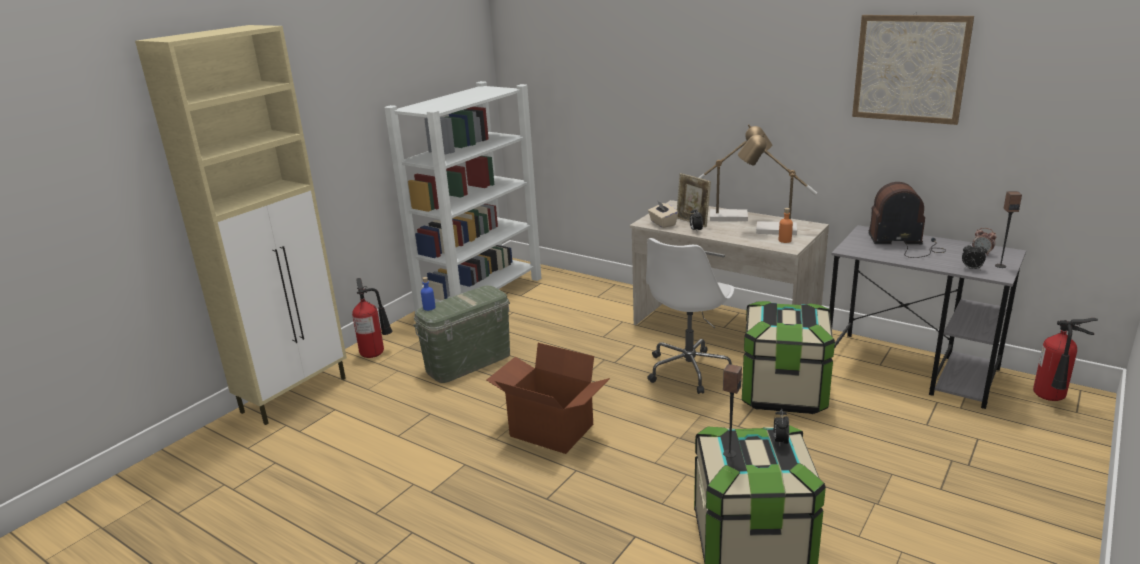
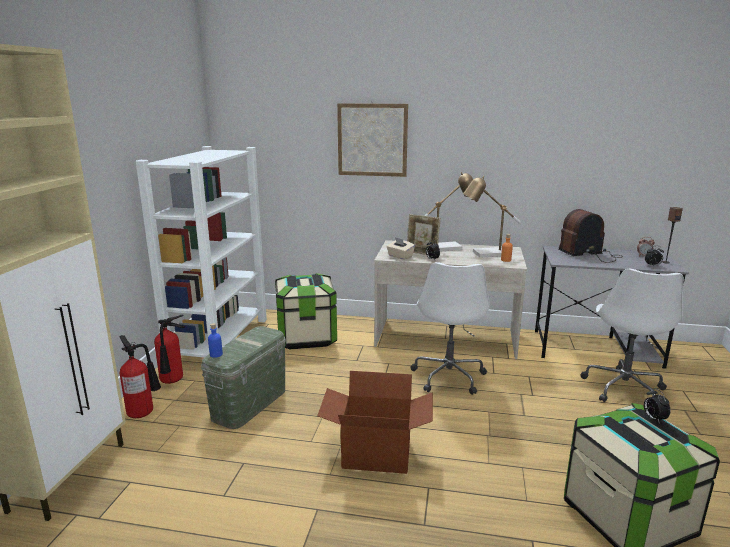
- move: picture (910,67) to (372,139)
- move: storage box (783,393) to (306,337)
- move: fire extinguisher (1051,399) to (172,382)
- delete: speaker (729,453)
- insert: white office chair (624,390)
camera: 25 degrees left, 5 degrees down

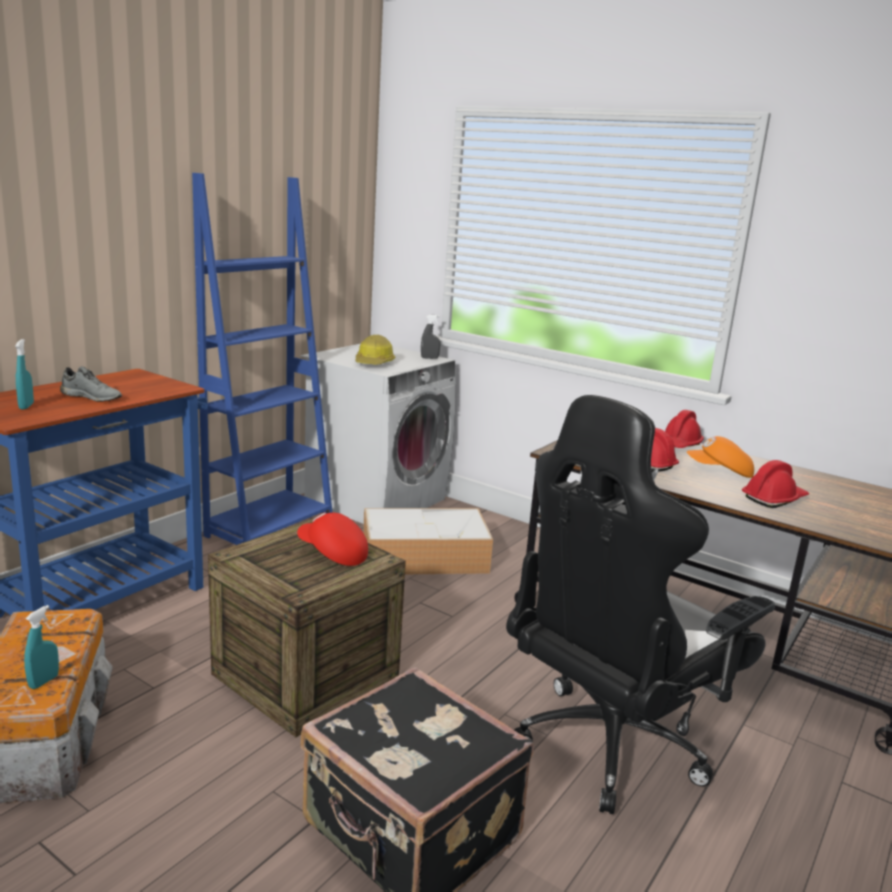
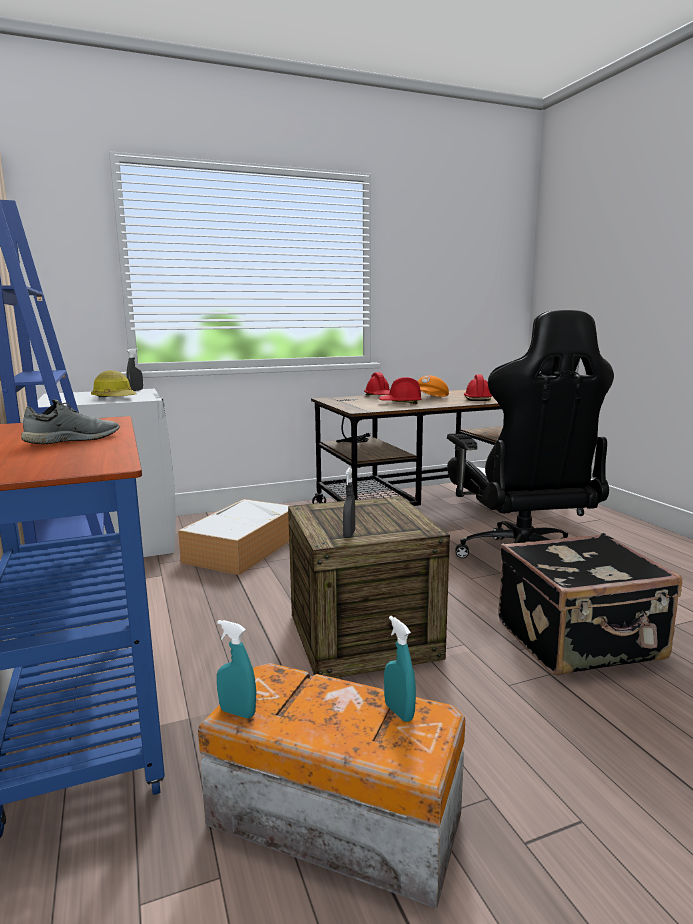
- move: turquoise spray bottle (26,406) to (237,712)
- delete: red cap (332,554)
- insert: grey spray bottle (349,534)
camera: 55 degrees left, 5 degrees down

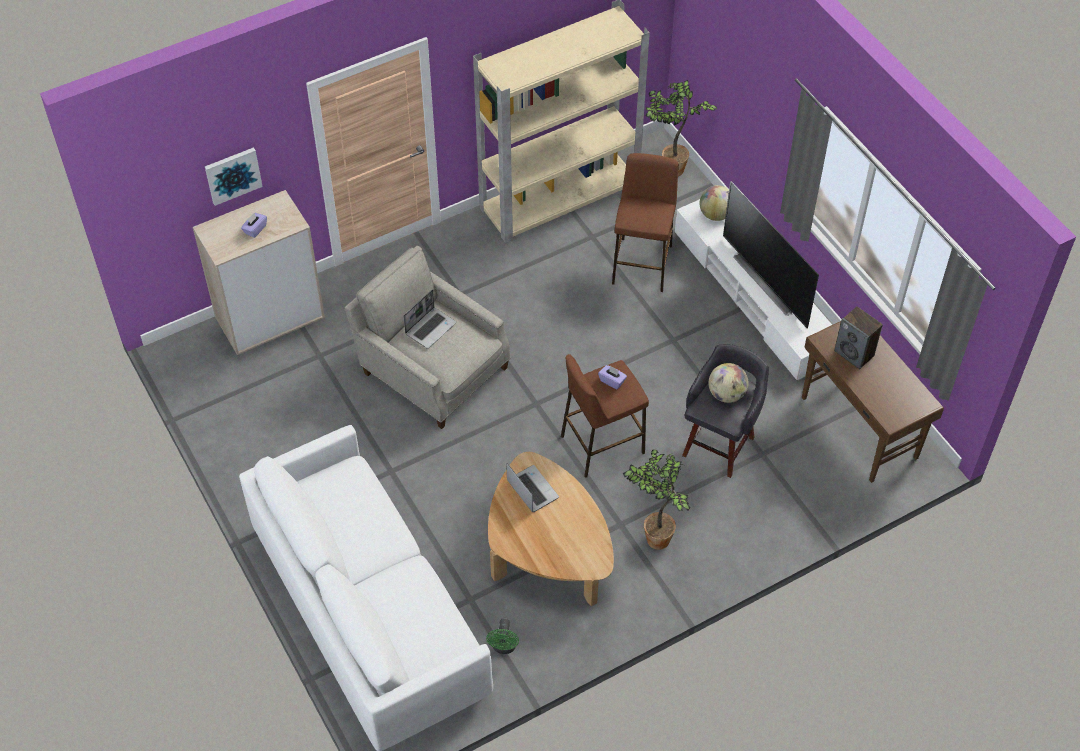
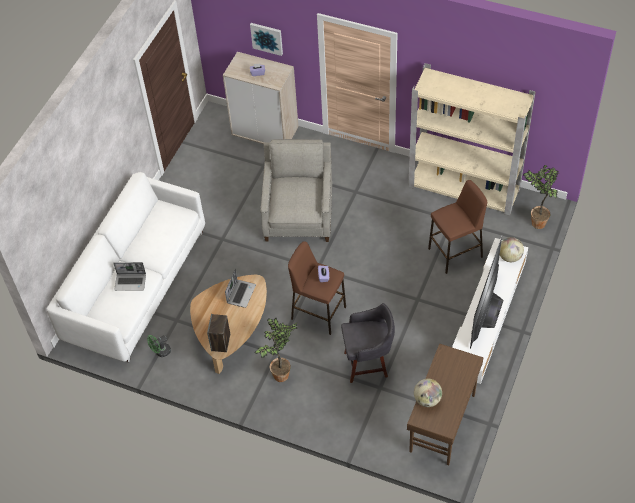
- move: laptop (430,328) to (131,282)
- move: speaker (854,353) to (221,342)
- move: globe (726,394) to (427,399)
camera: 55 degrees right, 0 degrees up

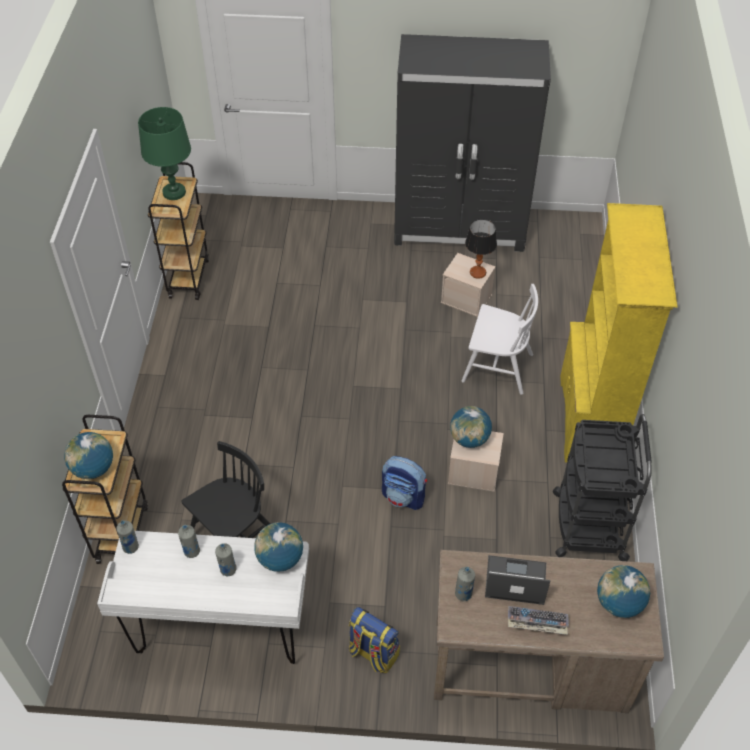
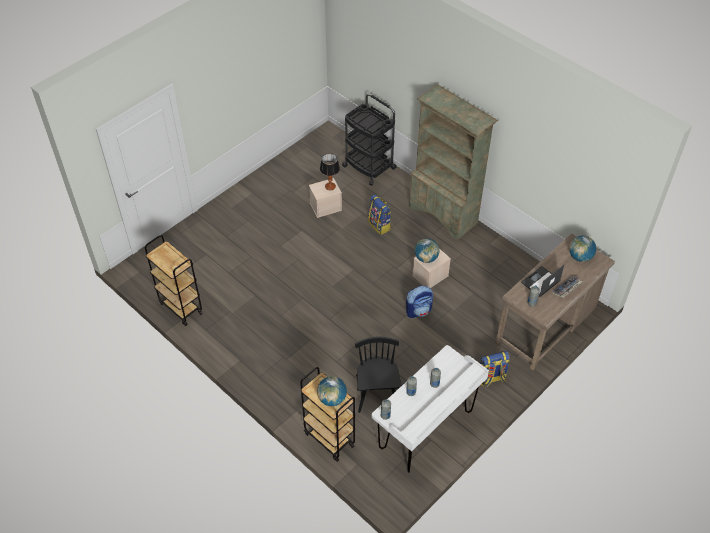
- delete: black cabinet (460,229)
- delete: green table lamp (174,192)
- recolor: yellow bookcase (590,419) to green bookcase (443,214)
- replace: white chair (497,367) to backpack (380,225)
- move: black cart (588,525) to (368,167)
- delete: globe (280,559)
camera: 50 degrees left, 0 degrees up

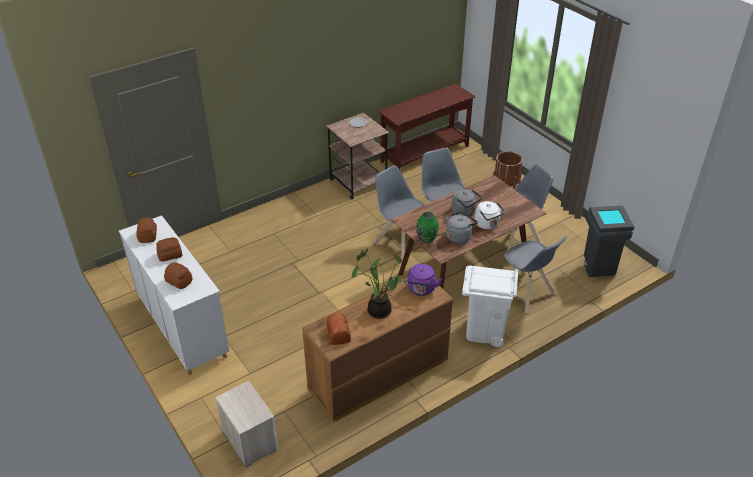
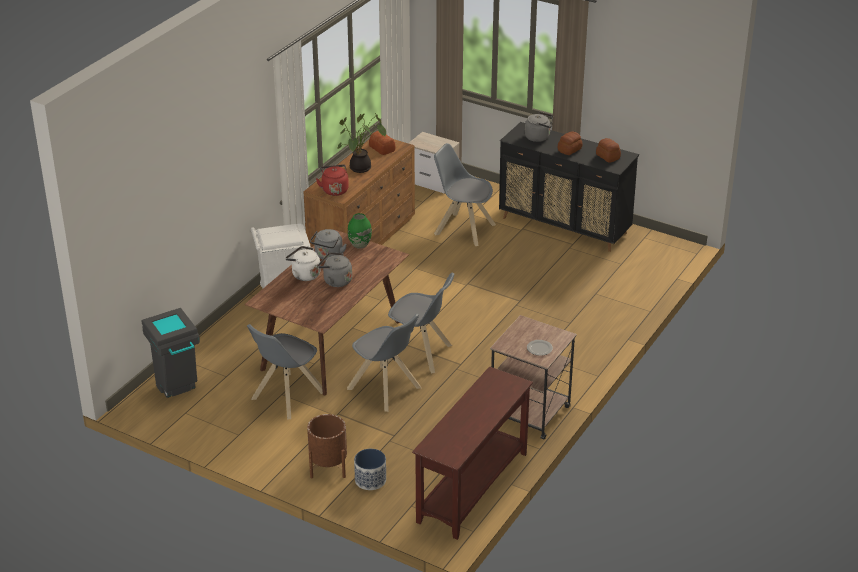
- recolor: white cabinet (182,328) to black cabinet (564,226)
- move: grey chair (526,292) to (463,229)
- replace: bread (179,281) to grey kettle (539,137)
- recolor: purple kettle (421,290) to red kettle (334,189)
- insert: planter (370,480)
camera: 155 degrees right, 5 degrees down

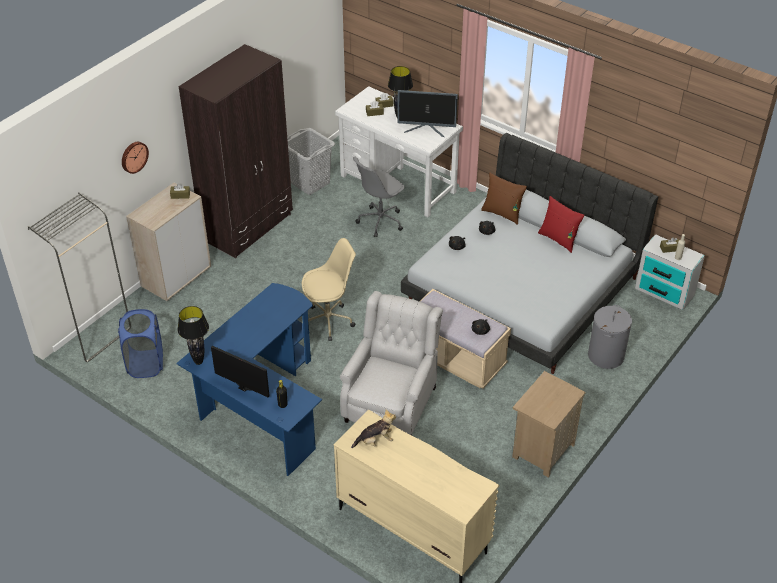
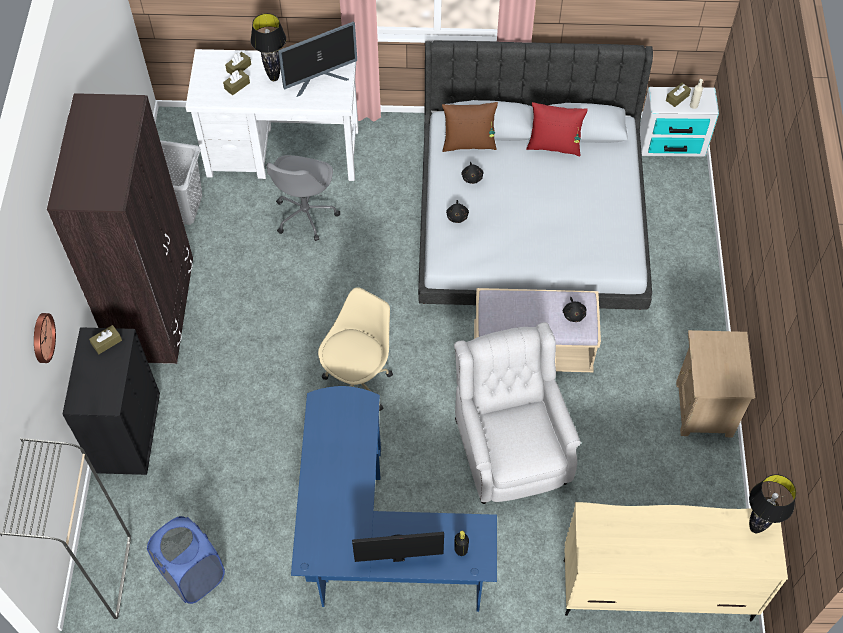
- recolor: beige cabinet (177,279) to black cabinet (129,434)
- delete: grey laundry basket (606,356)
- move: black table lamp (199,362) to (755,528)
- delete: plush toy (375,441)
camera: 35 degrees left, 15 degrees up

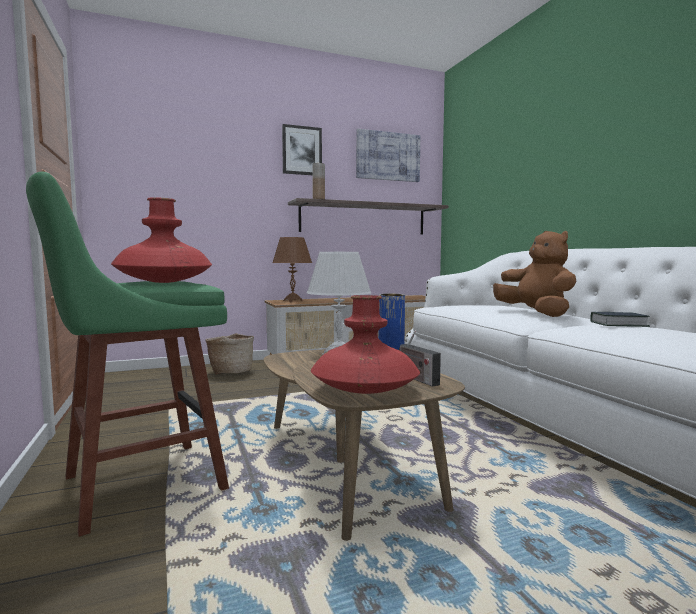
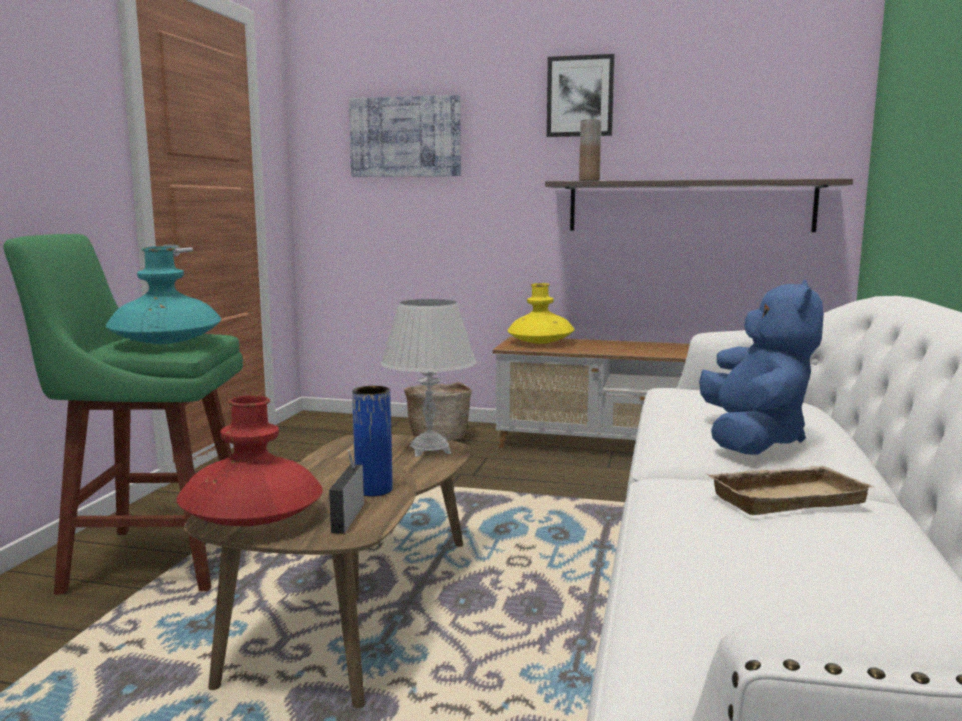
- move: picture (388,156) to (405,137)
- recolor: red vase (164,282) to turquoise vase (166,342)
- recolor: brown plush toy (536,314) to blue plush toy (752,440)
- replace: brown table lamp (292,301) to yellow vase (540,342)
- replace: book (618,324) to beige tray (786,497)
camera: 35 degrees right, 5 degrees up

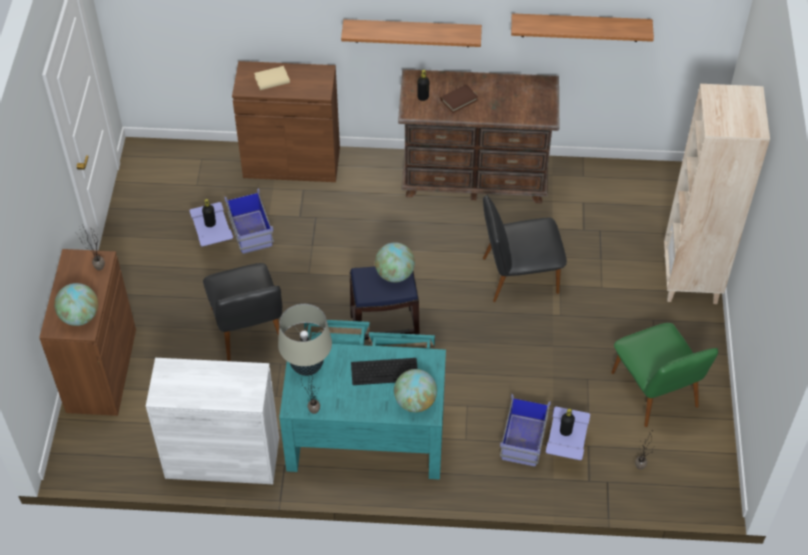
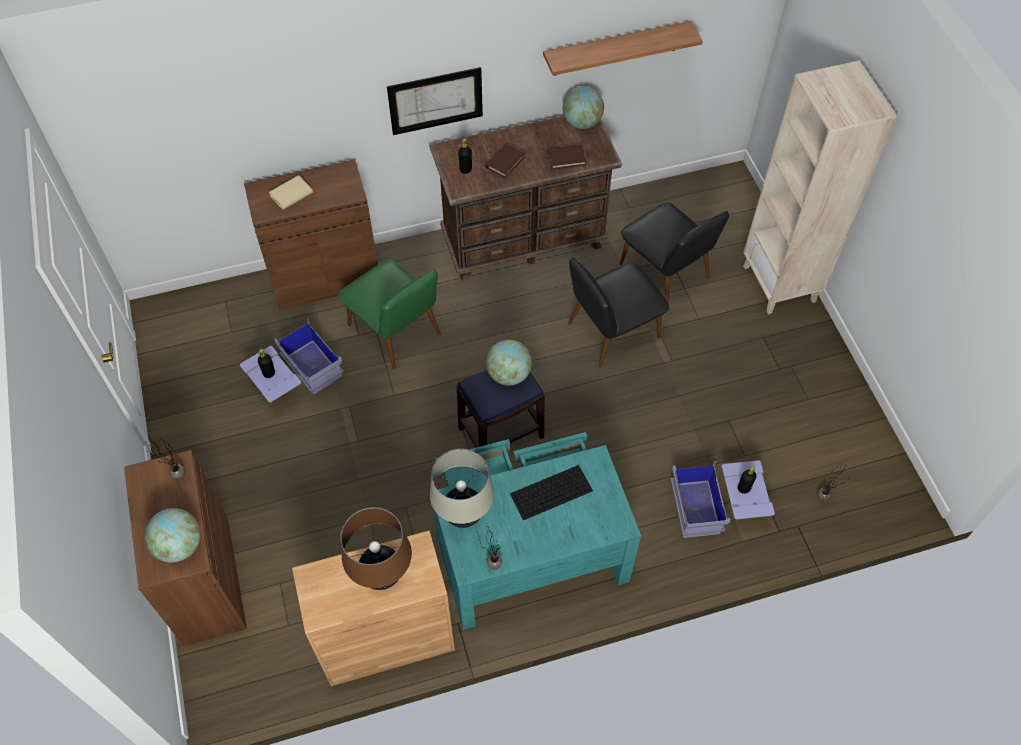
- replace: shelf (412,33) to picture (436,101)
- move: black chair (247,327) to (664,271)
- move: green chair (654,389) to (394,329)
- recolor: white cabinet (222,458) to brown cabinet (386,638)
- move: globe (415,402) to (582,122)
- insert: brown book (566,158)
- insert: brown table lamp (382,574)
camera: 20 degrees left, 5 degrees up

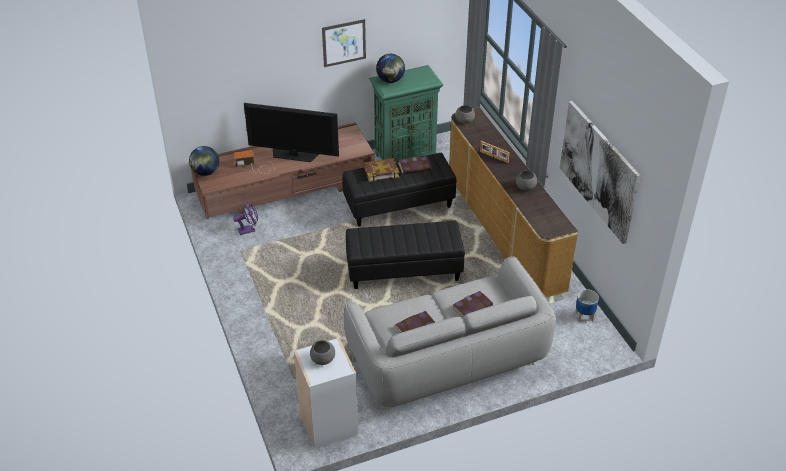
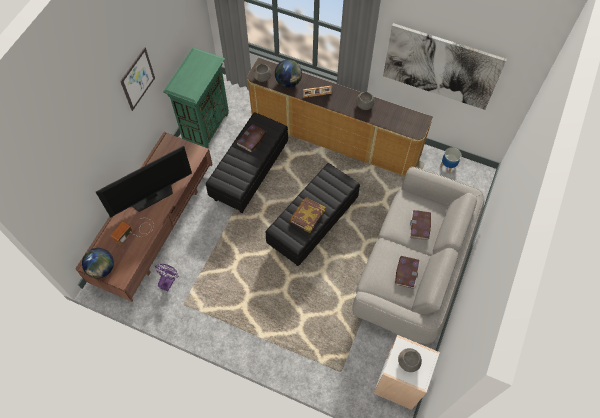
- move: globe (390,80) to (288,82)
- move: book (381,172) to (307,216)
camera: 45 degrees left, 20 degrees up

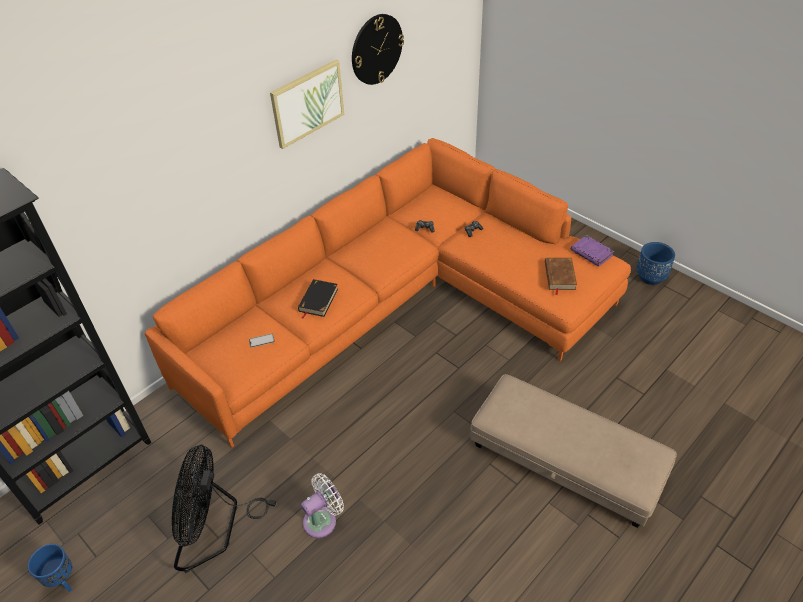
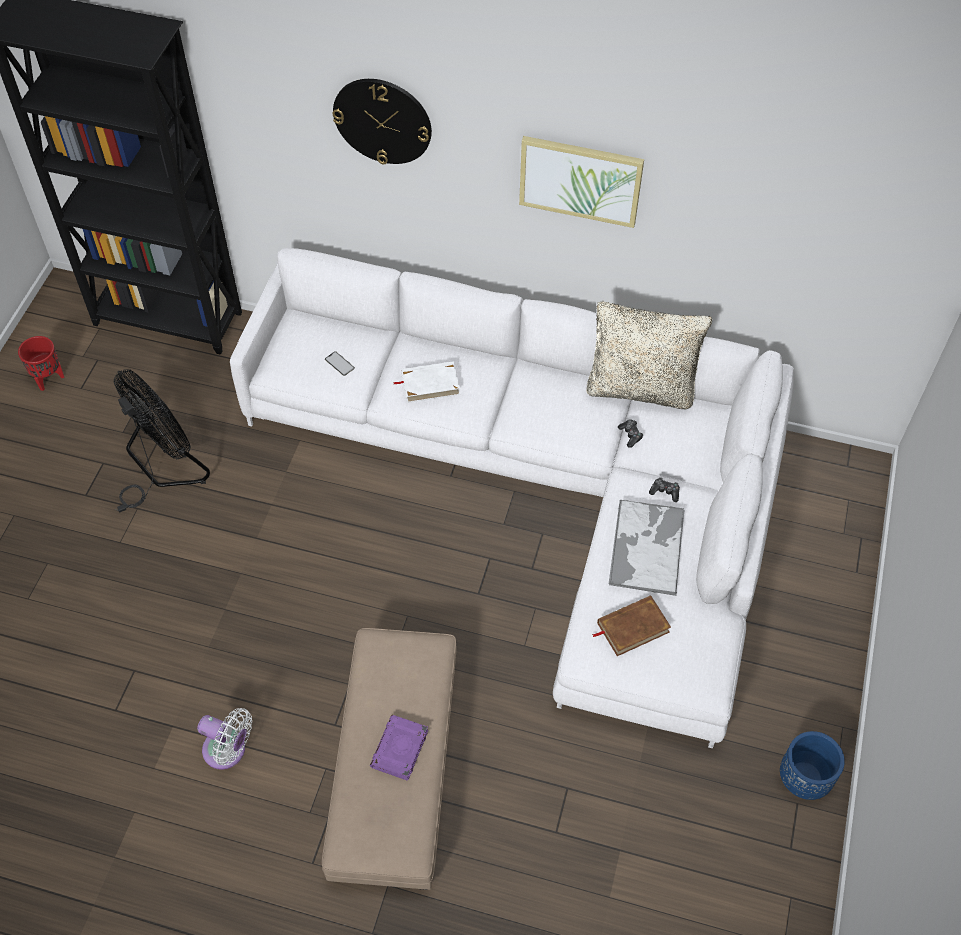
- move: wall clock (376,49) to (382,120)
- recolor: orange sofa (402,305) to white sofa (548,487)
- move: purple book (592,253) to (399,750)
- recolor: black book (318,300) to white book (430,384)
- rotate: black fan (218,522) = (158,463) 75 degrees clockwise
- move: white fan (323,520) to (228,751)
- recolor: blue planter (64,580) to red planter (49,379)
- insert: beige pillow (641,391)
- insert: tray (647,546)
camera: 60 degrees right, 10 degrees up

